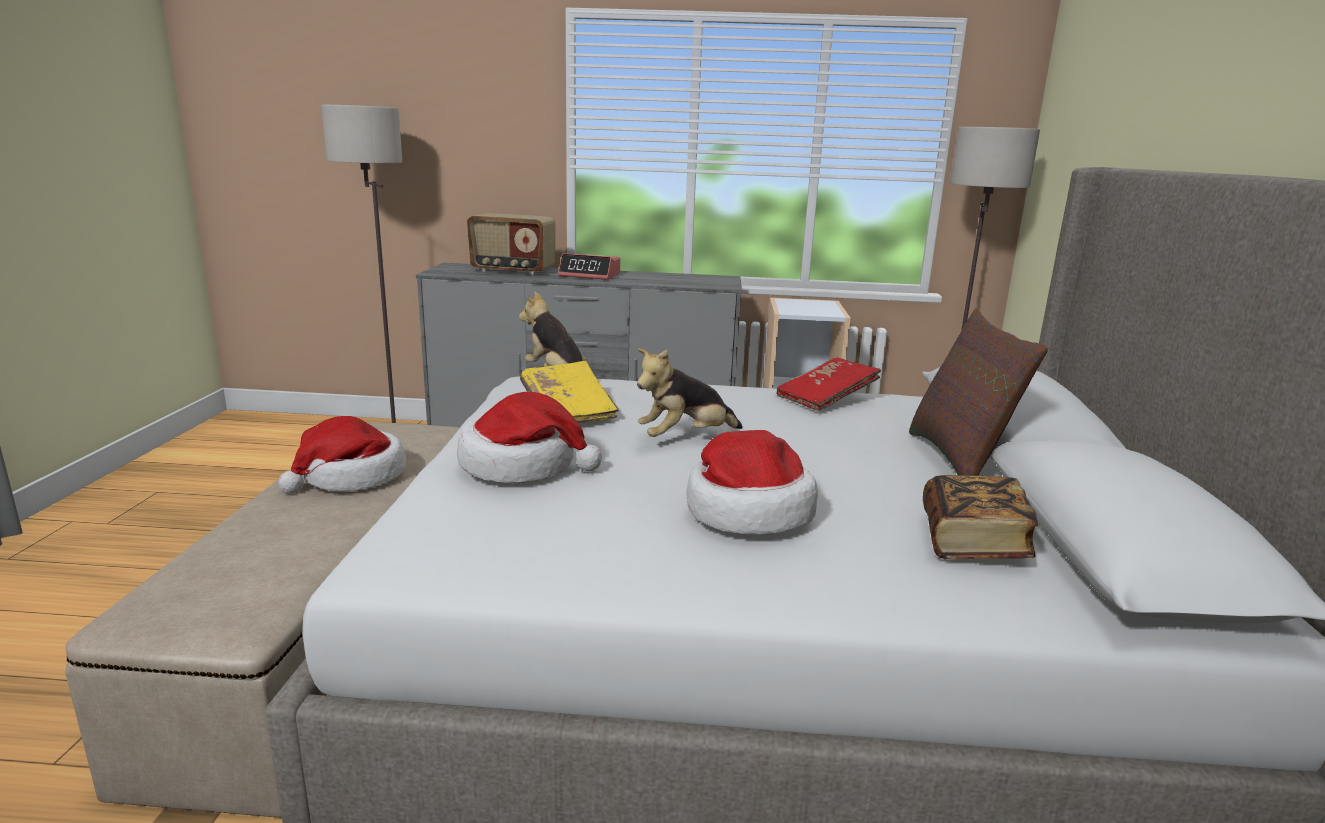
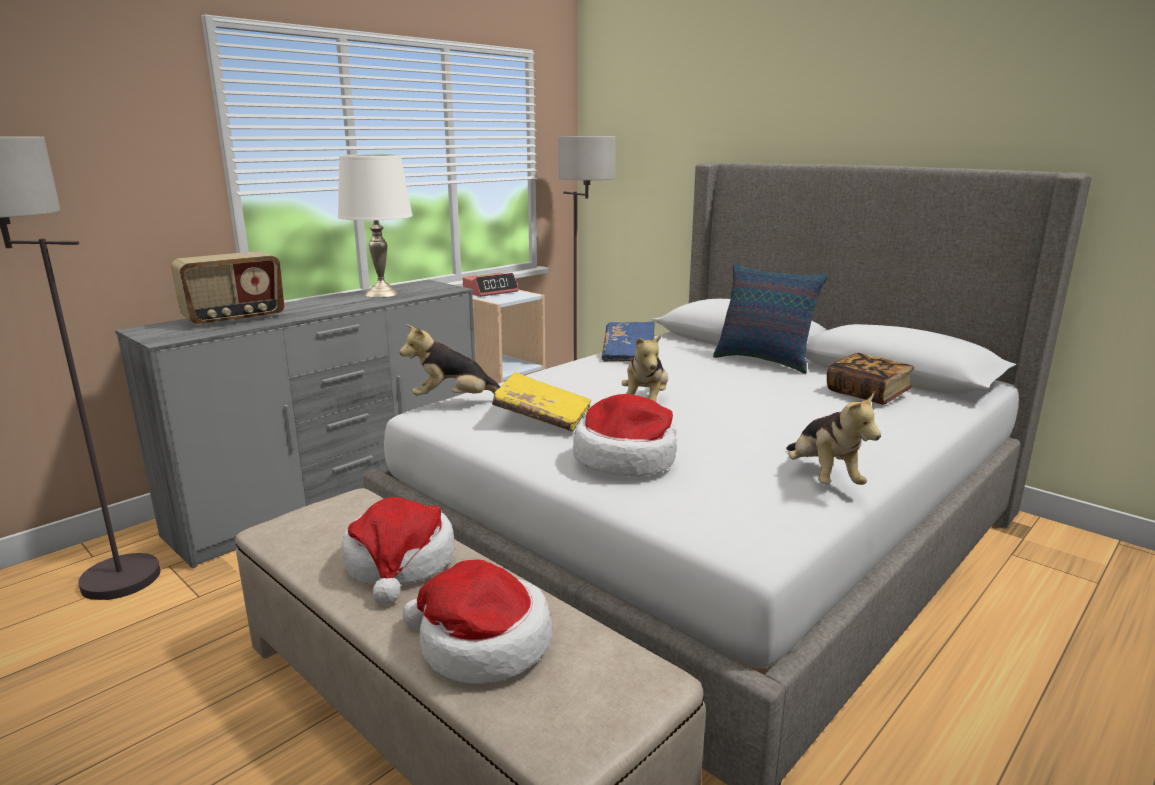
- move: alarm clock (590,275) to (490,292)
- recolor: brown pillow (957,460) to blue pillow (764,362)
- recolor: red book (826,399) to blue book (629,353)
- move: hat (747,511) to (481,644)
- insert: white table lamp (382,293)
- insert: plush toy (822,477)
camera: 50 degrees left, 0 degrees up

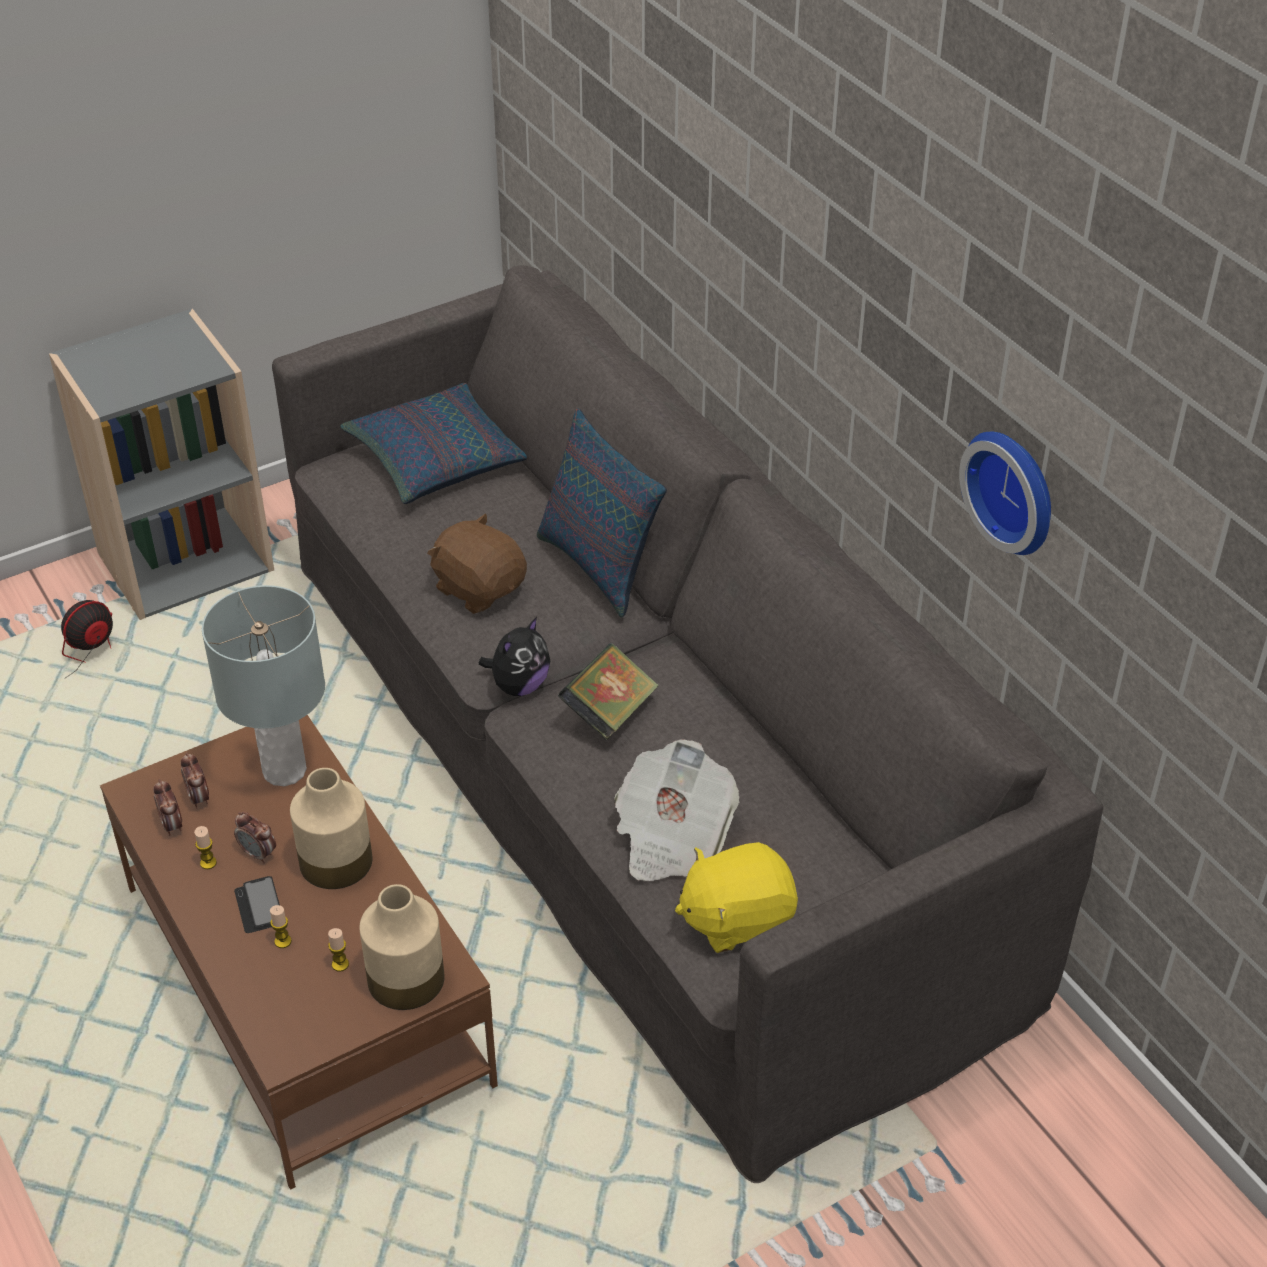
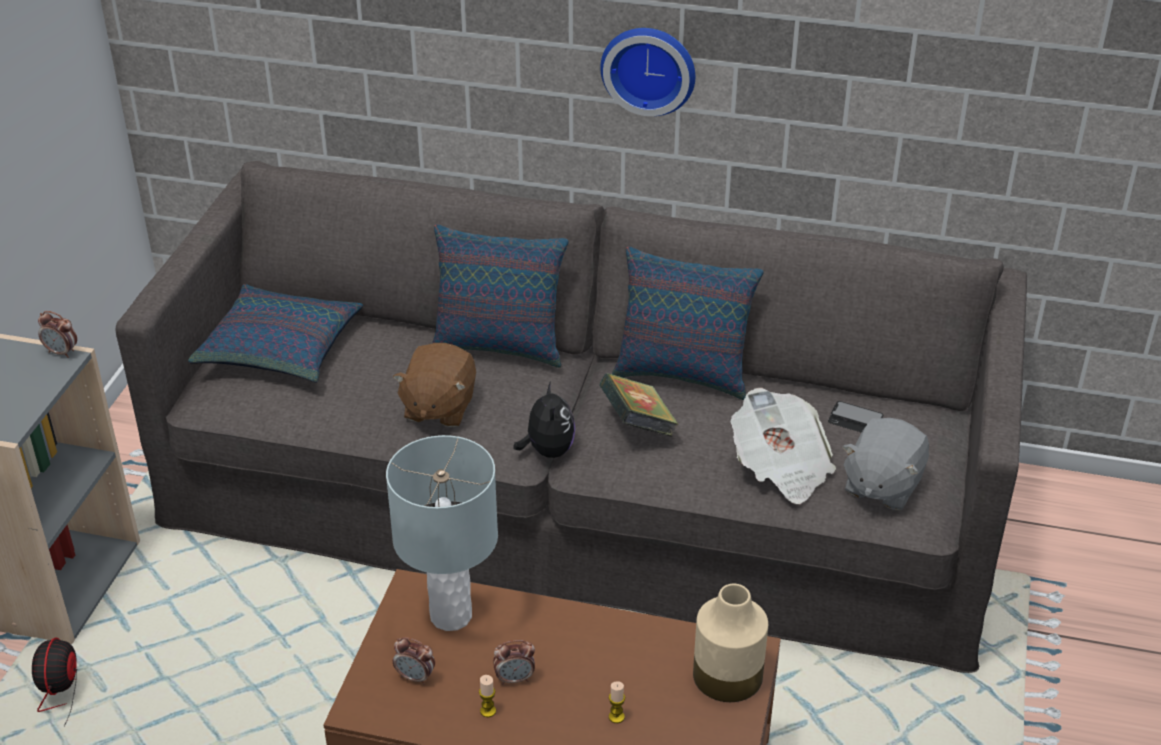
- move: wall clock (1015,489) to (649,68)
- rotate: brown plush toy (479,588) = (438,407) 75 degrees counterclockwise
- delete: beige vase (335,861)
- move: alarm clock (172,825) to (62,352)
- recolor: yellow plush toy (736,919) to grey plush toy (881,485)
- move: phone (259,906) to (855,420)
- delete: candle (340,964)
- insert: blue pillow (682,376)
camera: 45 degrees left, 5 degrees down

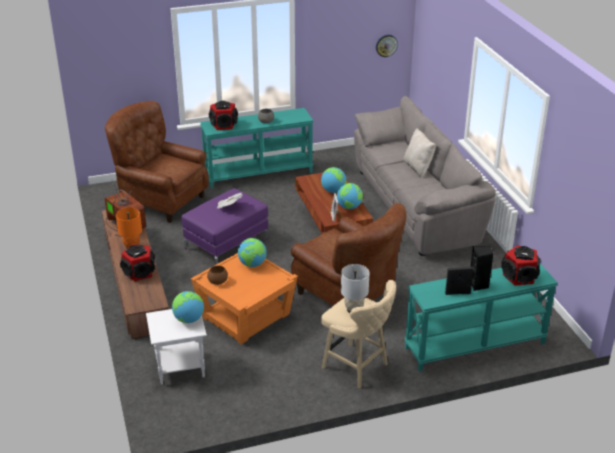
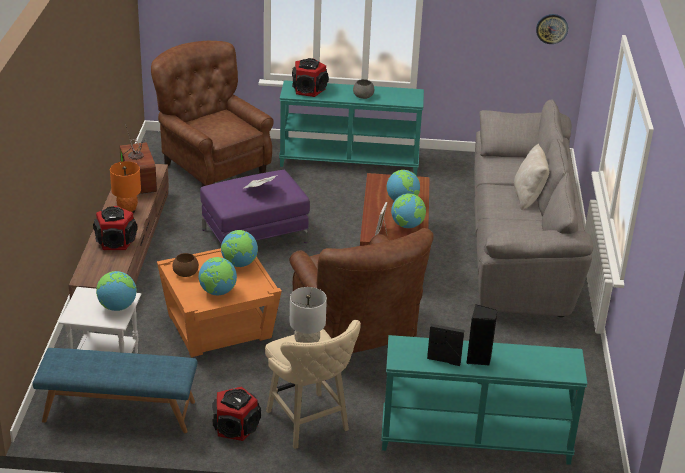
- move: speaker (519,276) to (235,427)
- insert: globe (218,292)
- insert: blue bench (119,412)
camera: 20 degrees right, 0 degrees up

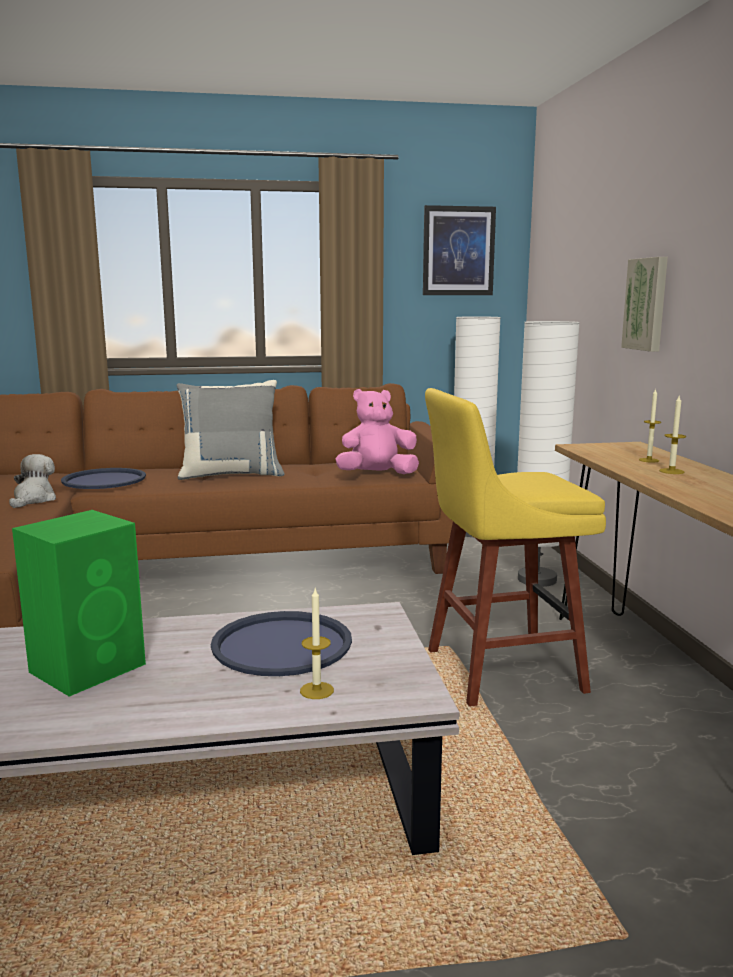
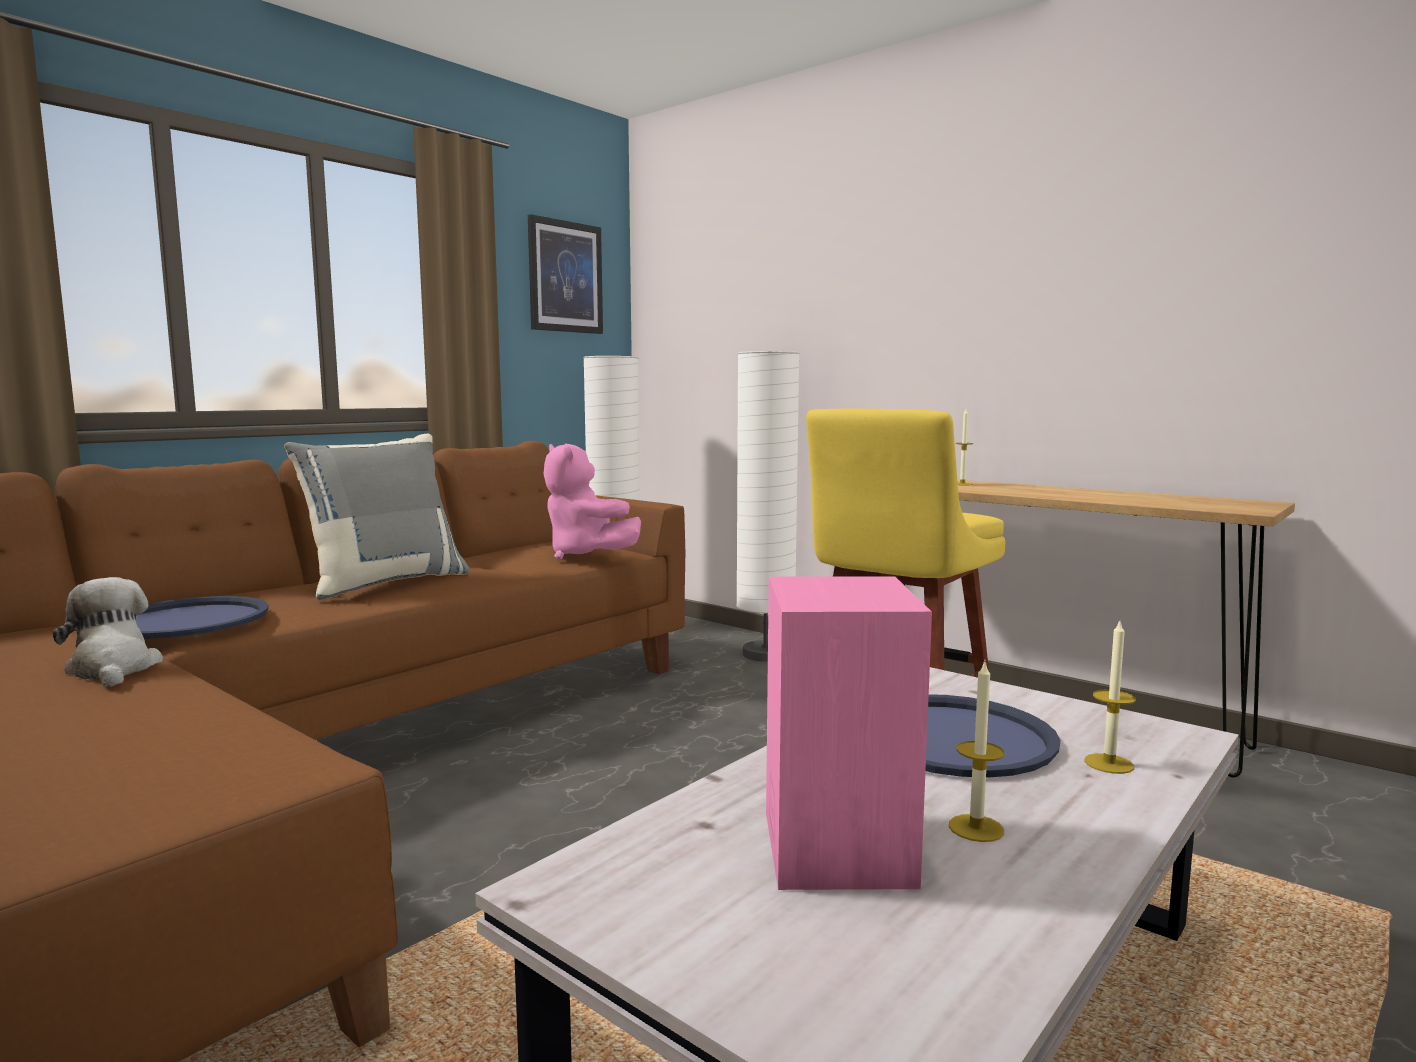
- delete: picture (647,304)
- rotate: pink plush toy (376,475) = (585,555) 75 degrees counterclockwise
- move: candle (671,471) to (976,828)
- recolor: green speaker (90,667) to pink speaker (836,845)
camera: 40 degrees left, 5 degrees down

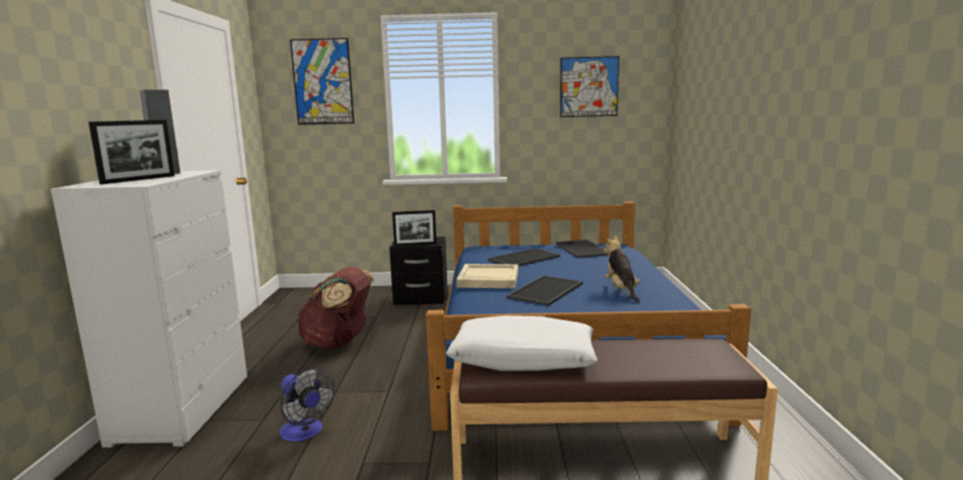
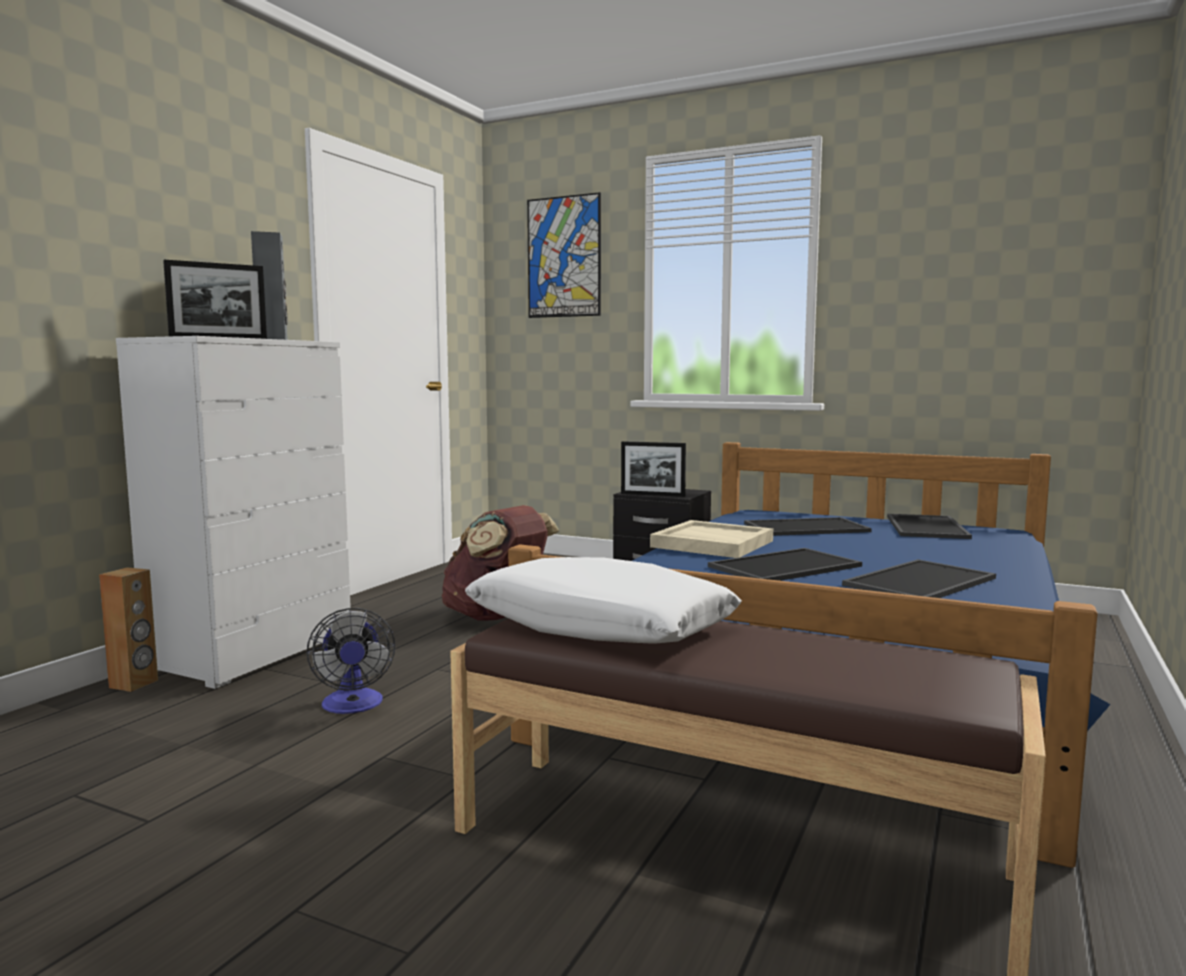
- delete: picture (589,87)
- replace: plush toy (621,290) to tray (921,582)
- insert: brown speaker (134,684)
camera: 25 degrees right, 5 degrees down

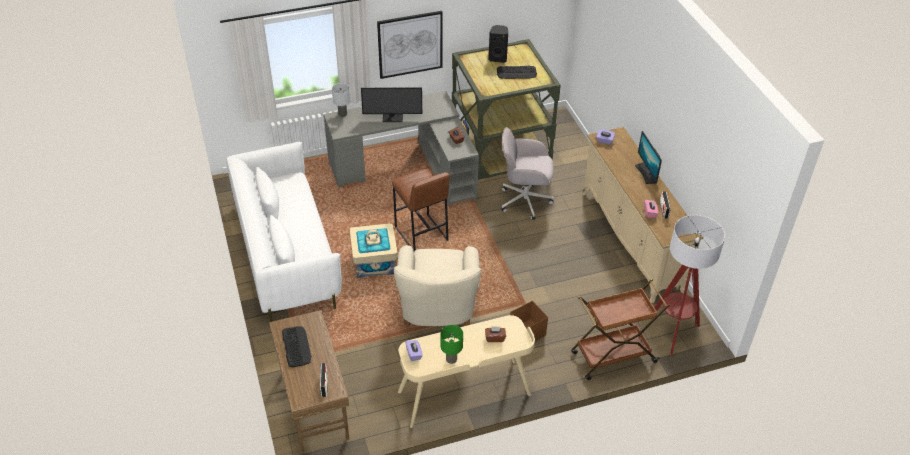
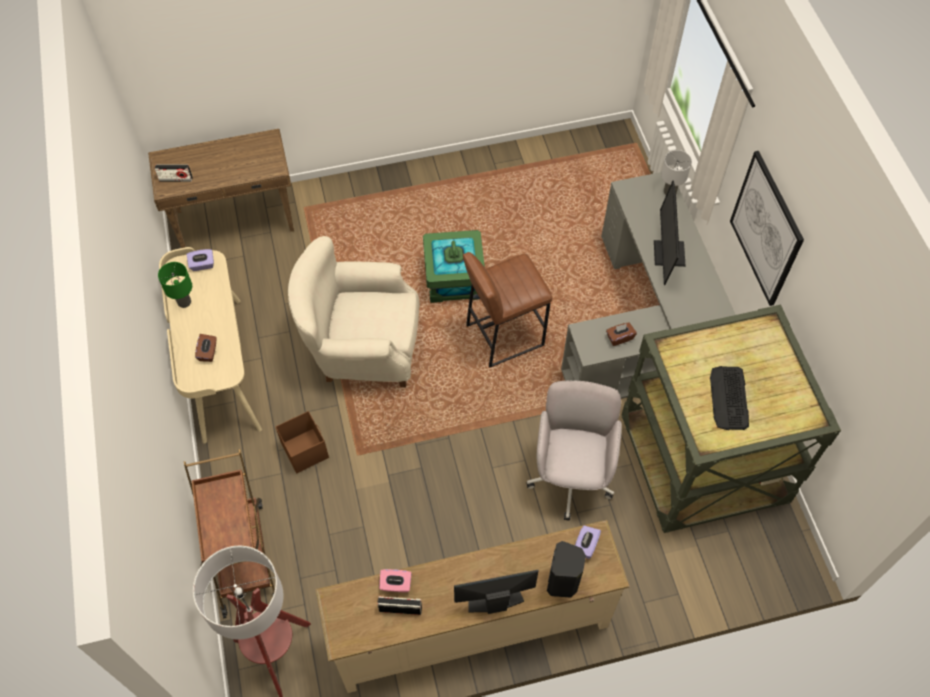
- move: black speaker (498,58) to (563,582)
- delete: white sofa (287,253)
- recolor: beige storage box (374,262) to green storage box (454,280)
- delete: keyboard (296,346)
camera: 95 degrees right, 15 degrees up

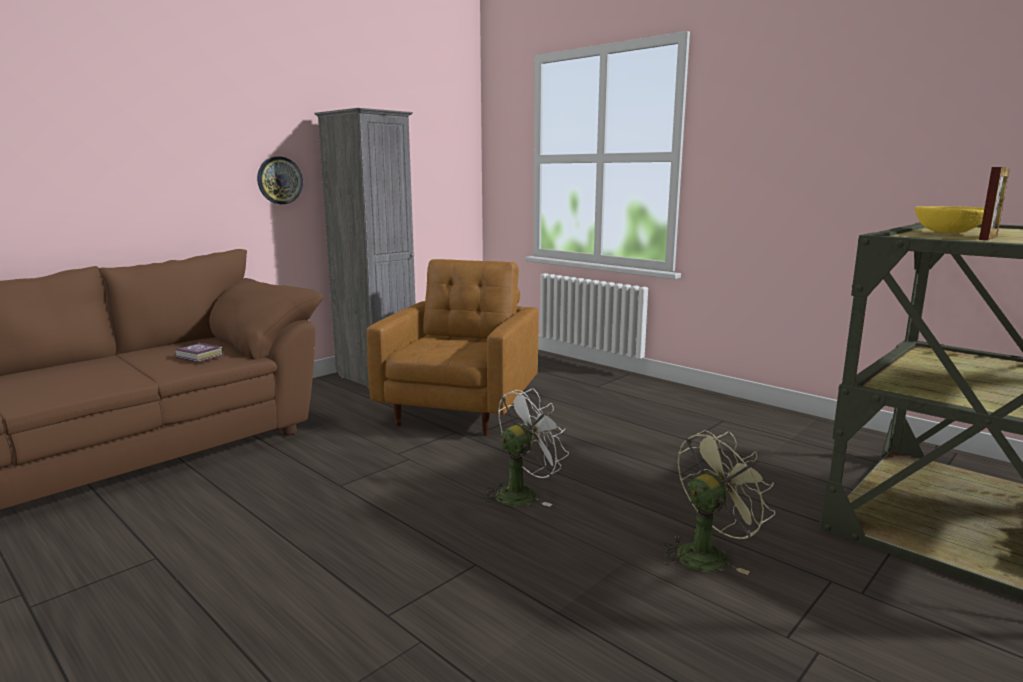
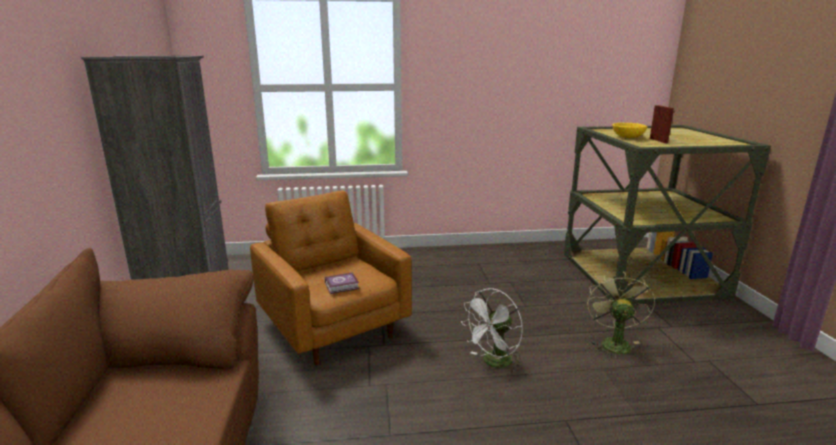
- delete: wall clock (279,180)
- move: book (199,357) to (343,286)
- rotate: white fan (522,493) = (493,363) 135 degrees counterclockwise
camera: 50 degrees left, 5 degrees up

